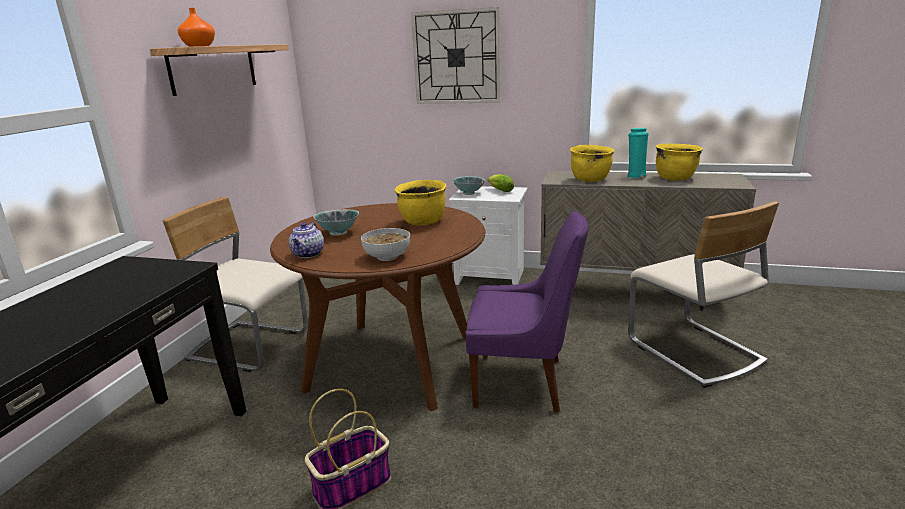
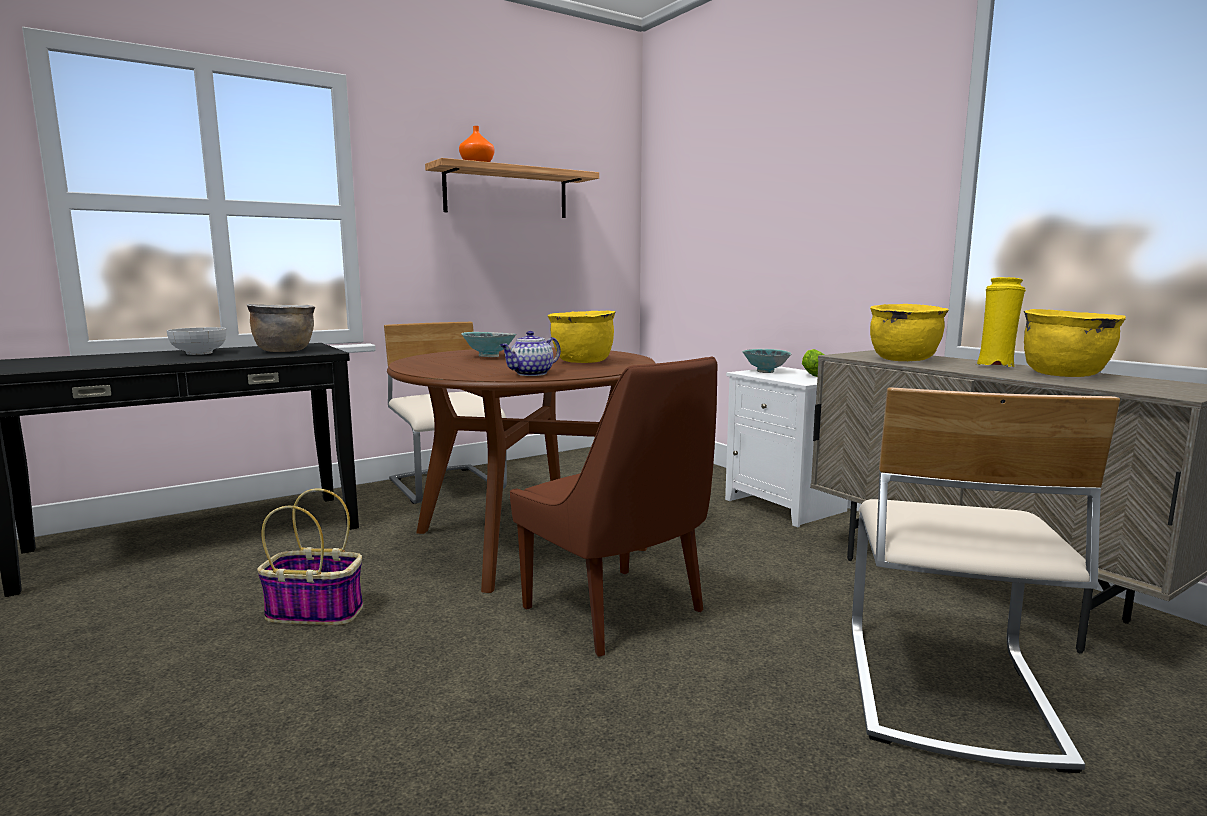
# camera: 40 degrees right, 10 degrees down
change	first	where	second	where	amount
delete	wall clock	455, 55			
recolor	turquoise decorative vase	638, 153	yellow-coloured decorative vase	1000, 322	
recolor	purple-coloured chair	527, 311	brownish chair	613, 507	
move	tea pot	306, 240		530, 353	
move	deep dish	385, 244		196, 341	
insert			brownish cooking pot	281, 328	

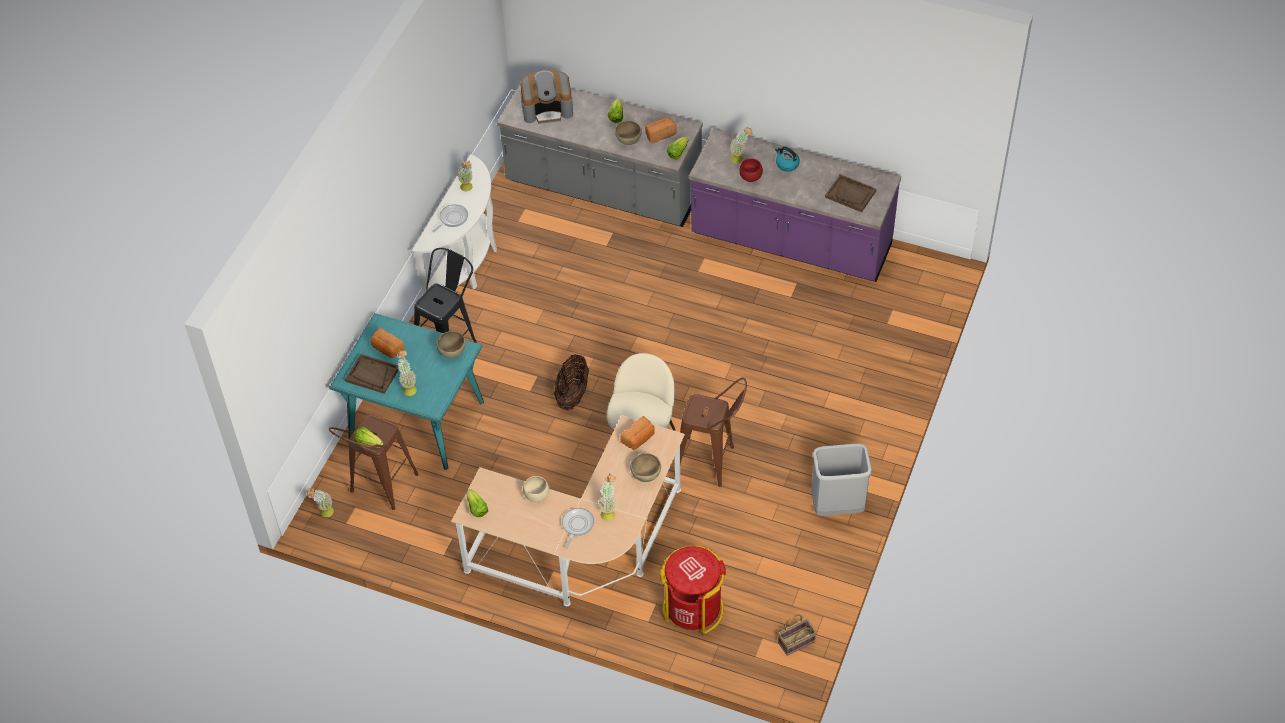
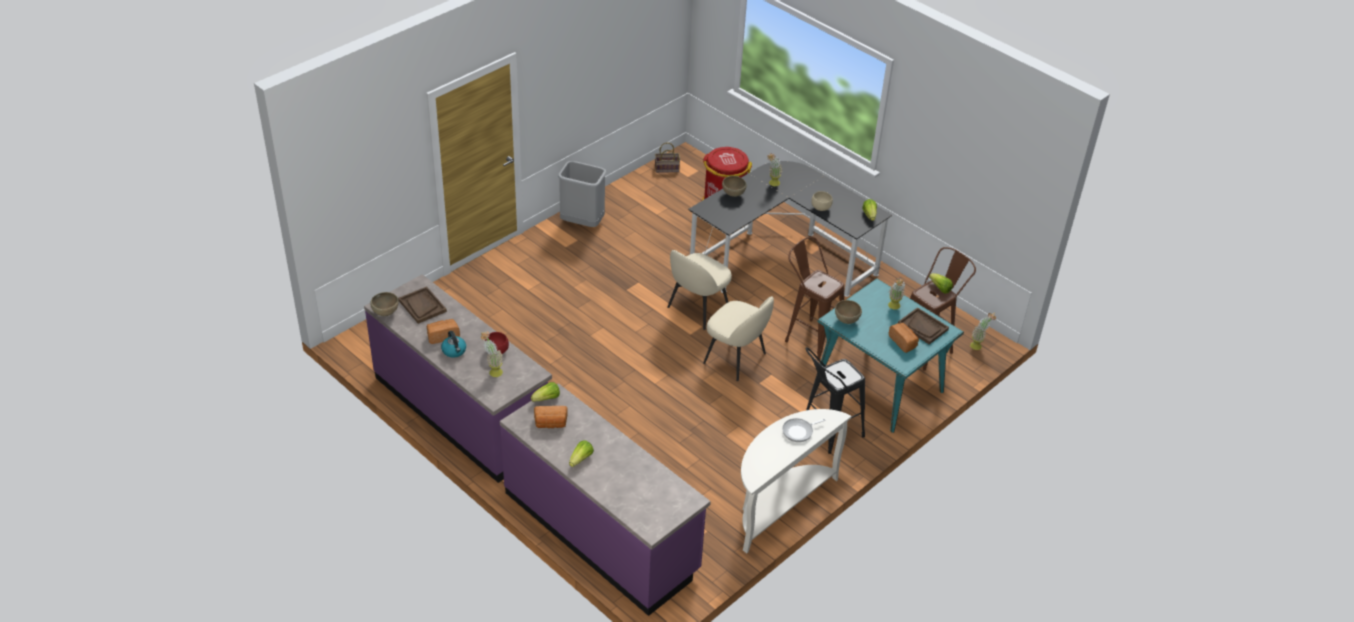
# camera: 160 degrees left, 10 degrees down
change	first	where	second	where	amount
delete	coffee brewer	546, 97			
recolor	grey kitchen counter	600, 156	purple-coloured kitchen counter	605, 499	
move	brownish deep dish	628, 133		384, 304	
delete	potted plant	465, 175			
replace	storage basket	571, 382	beige chair	738, 338	
move	brownish stool	710, 432		814, 298	
recolor	beige desk table	568, 510	black-coloured desk table	790, 229	
move	bread	637, 433		443, 331	
delete	frying pan	578, 528			

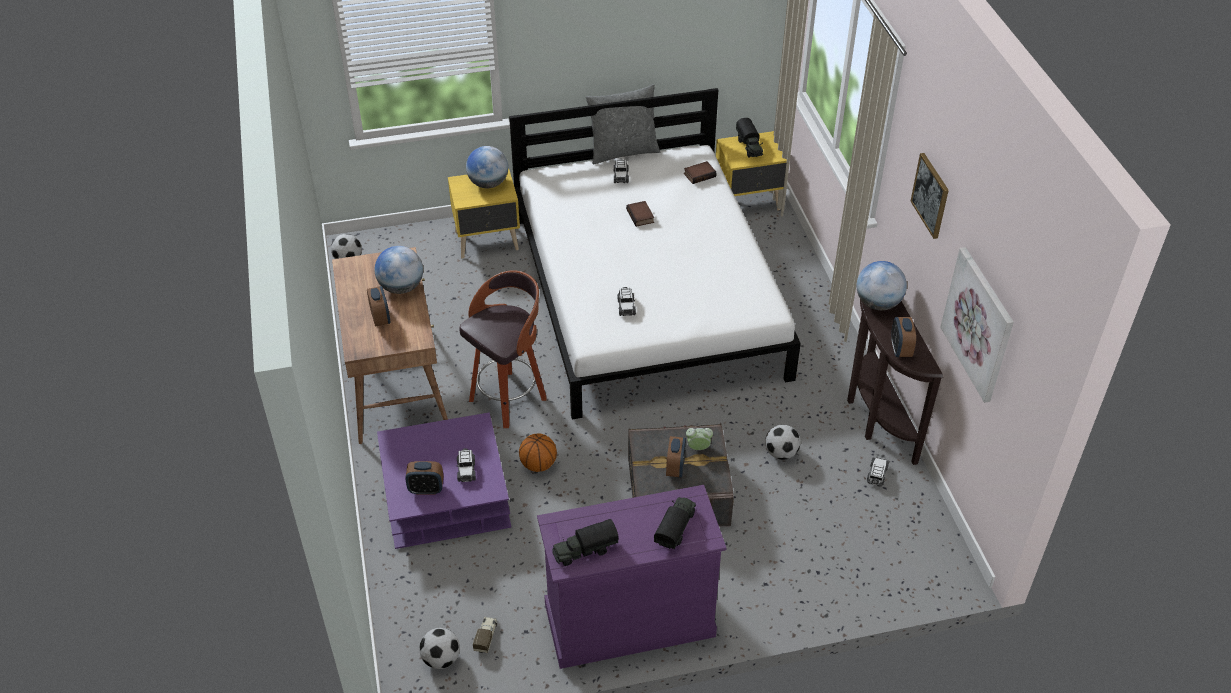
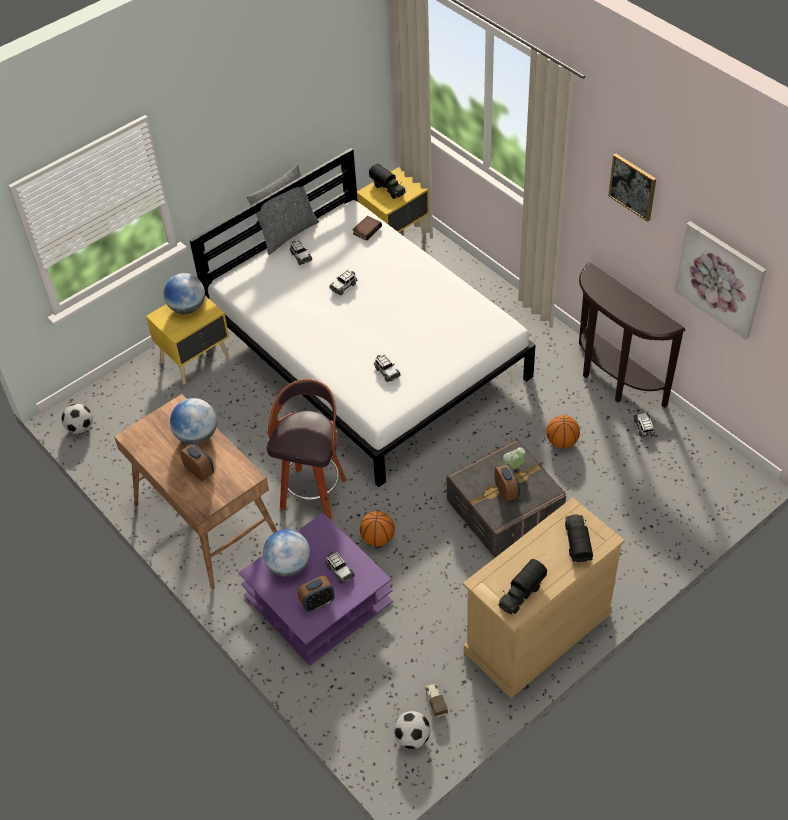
# camera: 25 degrees left, 5 degrees up
change	first	where	second	where	amount
replace	bound book	640, 214	miniature car	343, 282	
move	world globe	881, 285		286, 553	
delete	bedside clock	903, 337			
replace	ball for football	783, 442	ball for basketball	563, 431	
recolor	purple-coloured chest of drawers	632, 577	beige chest of drawers	543, 597	

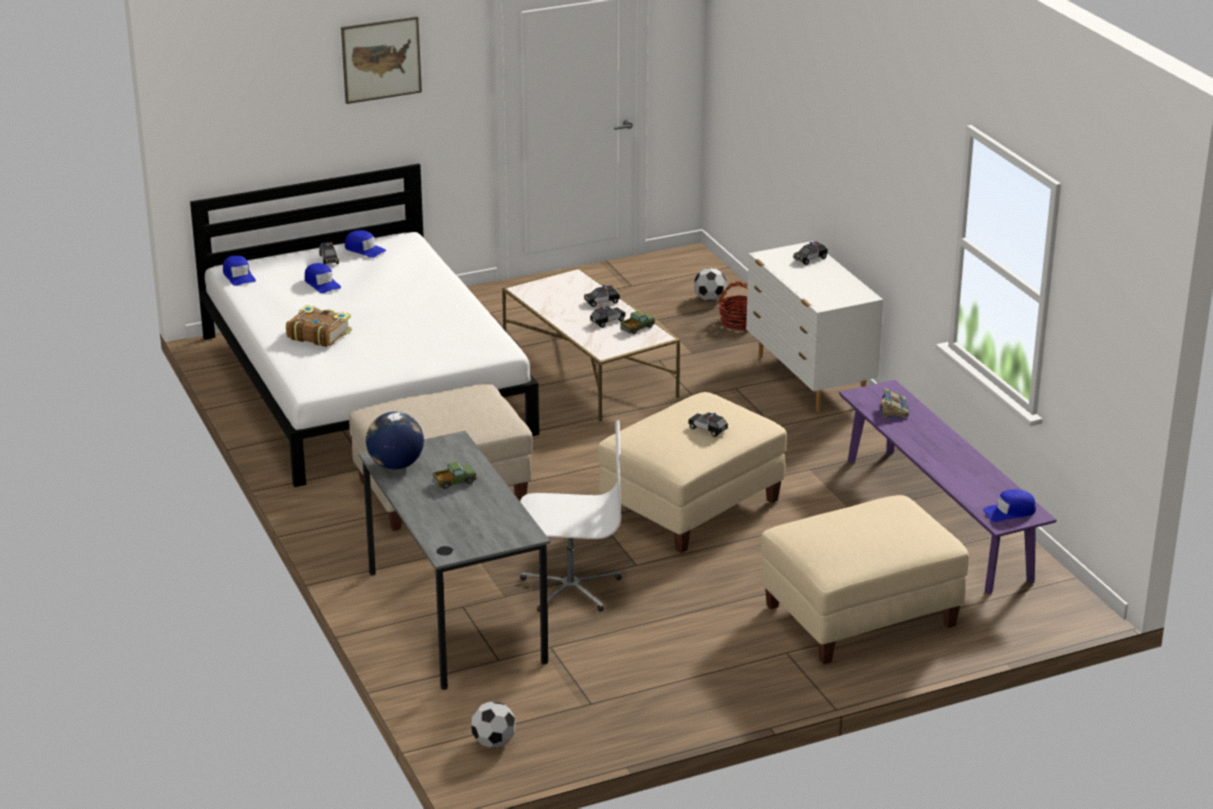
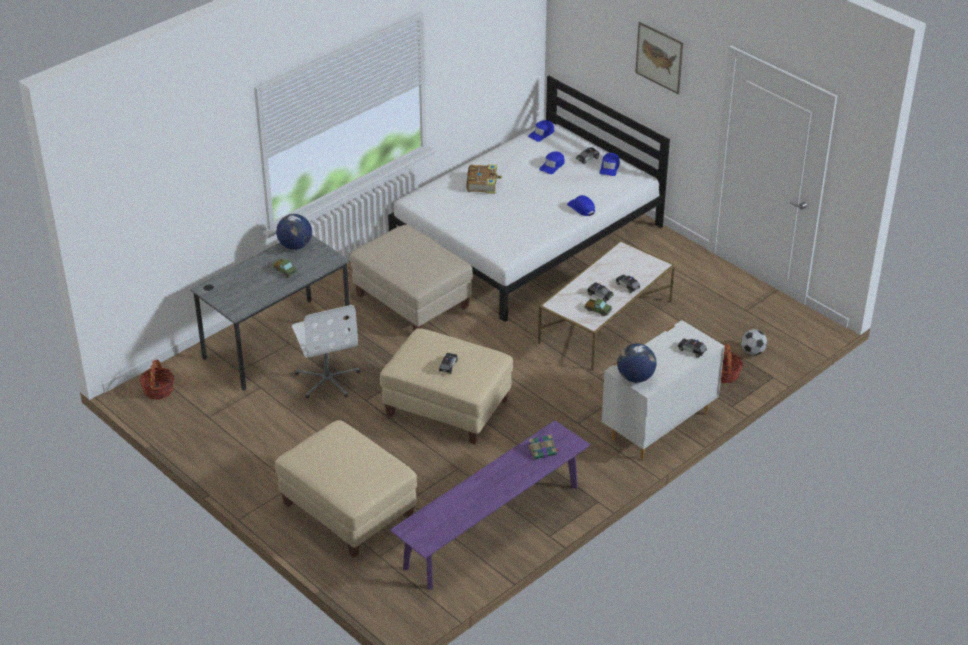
# camera: 70 degrees right, 10 degrees up
change	first	where	second	where	amount
move	blue baseball cap	1009, 505		581, 205	
replace	ball for football	493, 724	storage basket	156, 379	
insert			world globe	636, 363	

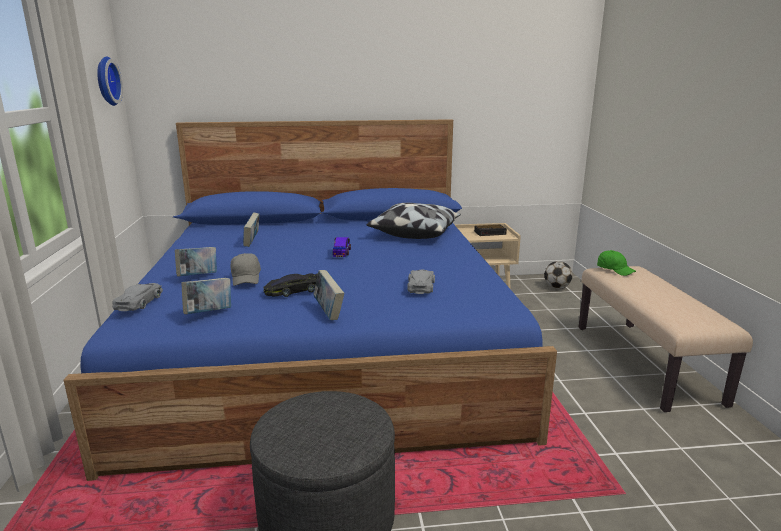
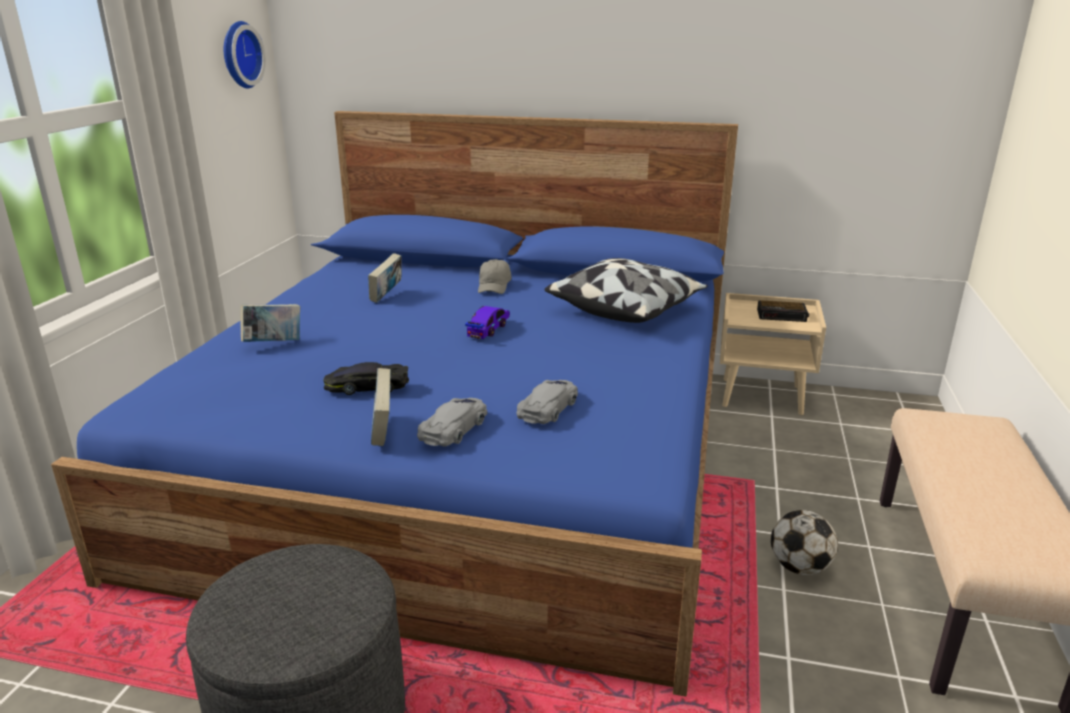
# camera: 20 degrees right, 5 degrees up
change	first	where	second	where	amount
delete	green baseball cap	616, 263			
move	grey baseball cap	246, 269		494, 276	
move	ball for football	558, 275		804, 542	
delete	bound book	206, 296			
move	grey miniature car	137, 297		452, 422	

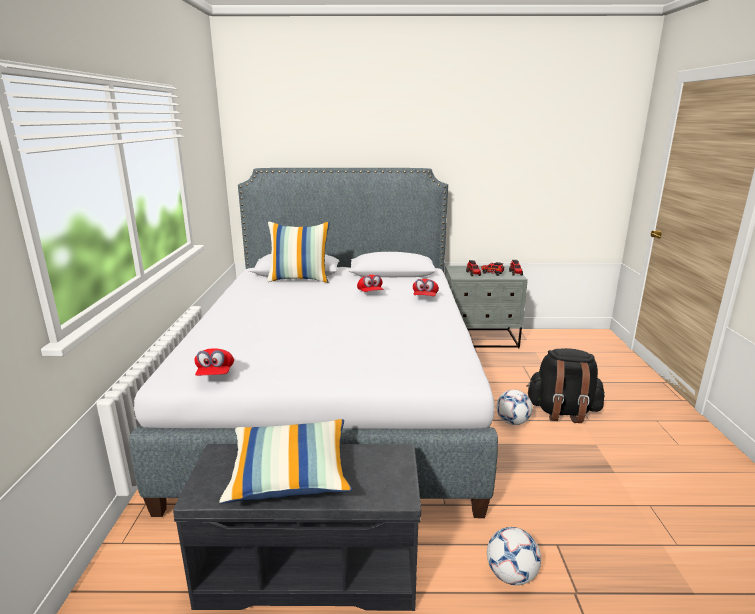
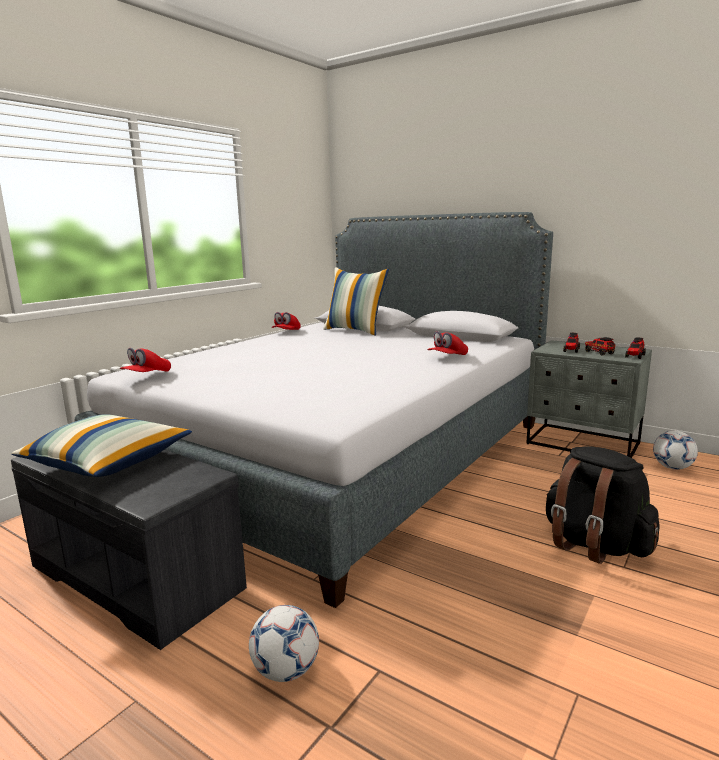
# camera: 35 degrees right, 5 degrees down
change	first	where	second	where	amount
move	red baseball cap	370, 283		286, 321	
move	ball for football	514, 407		675, 450	

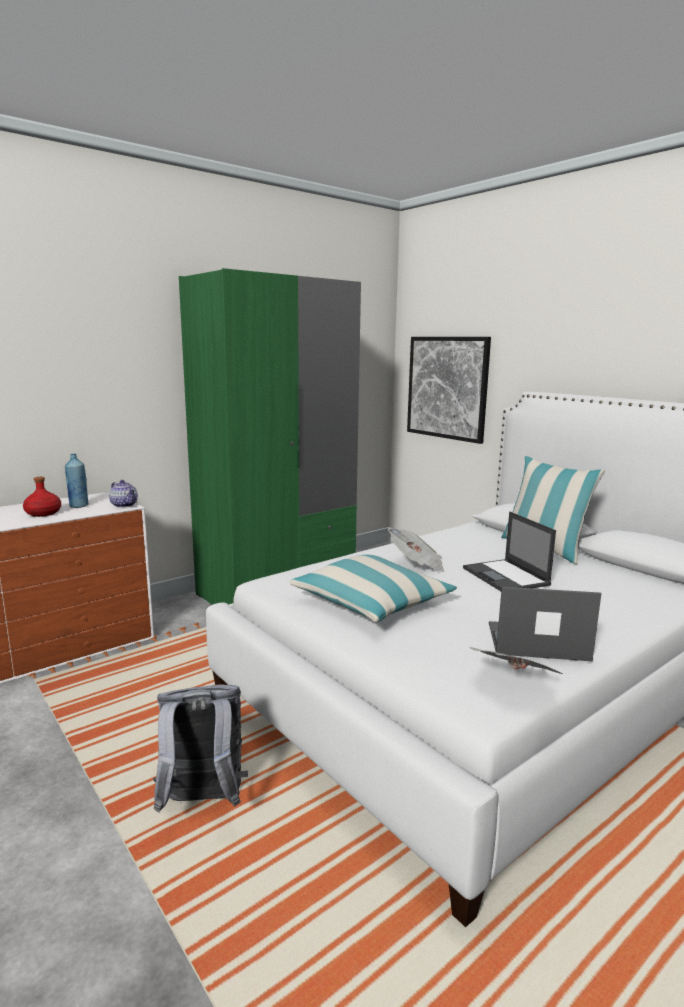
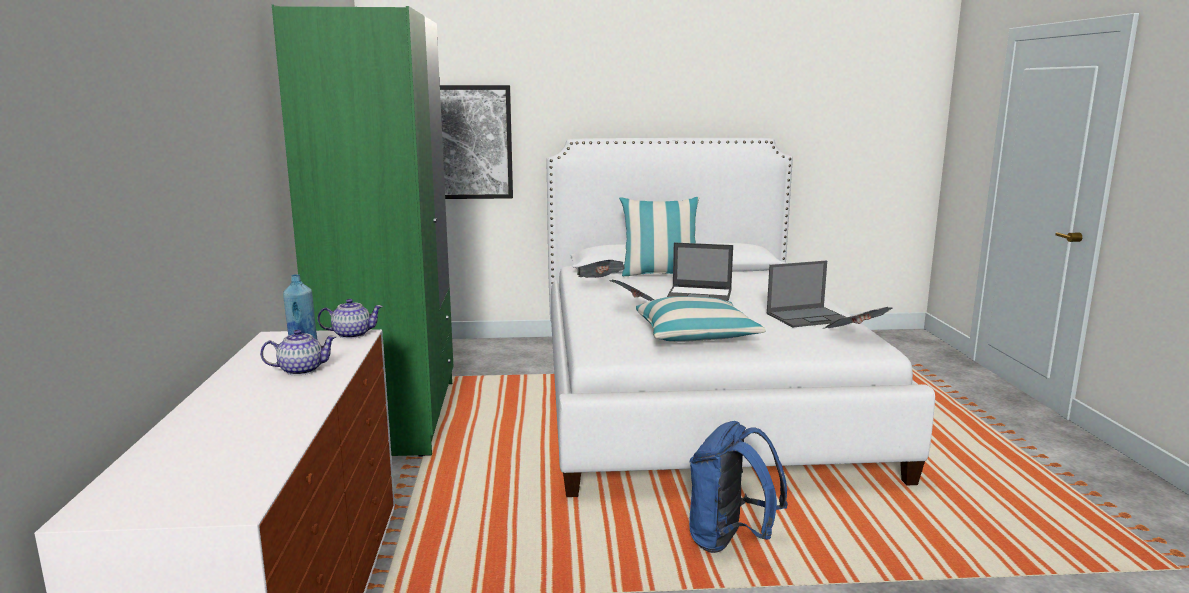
# camera: 55 degrees left, 0 degrees up
change	first	where	second	where	amount
replace	red beverage bottle	42, 497	tea pot	298, 353	
rotate	laptop	545, 624		806, 293	150 degrees counterclockwise
recolor	grey backpack	200, 748	blue backpack	738, 487	
insert			newspaper	601, 269	

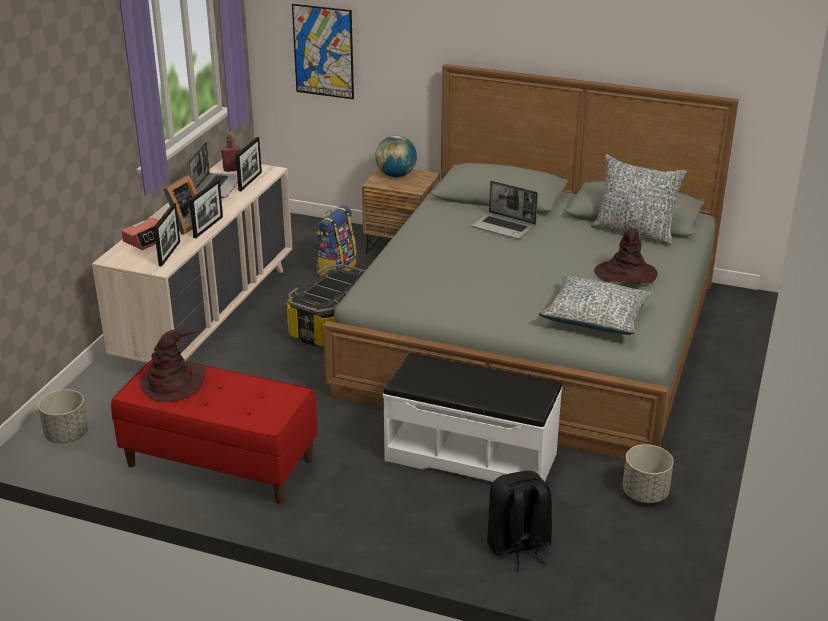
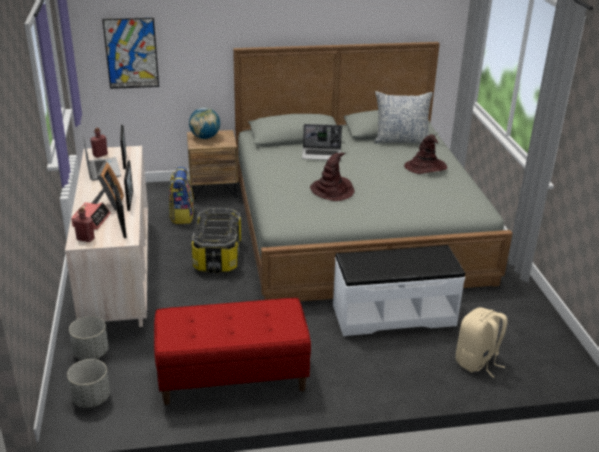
# camera: 30 degrees left, 0 degrees up
change	first	where	second	where	amount
delete	pillow	596, 305			
move	brownish clothing hat	173, 365		332, 177	
move	grey plant pot	648, 473		88, 338	
recolor	black-coloured backpack	519, 521	beige backpack	481, 342	
insert			red beverage bottle	84, 224	

